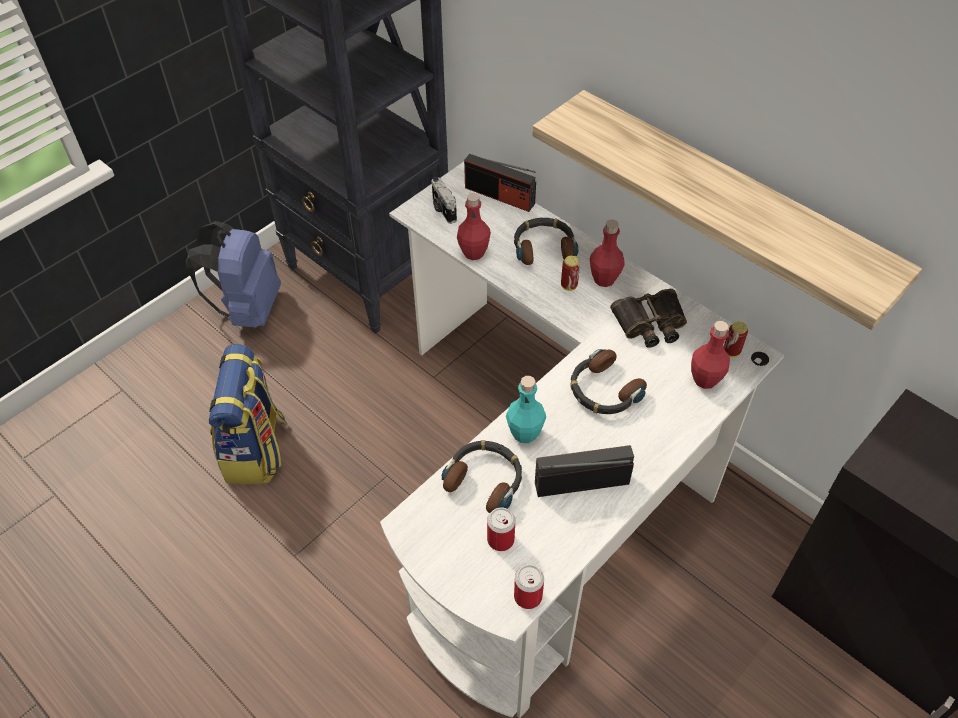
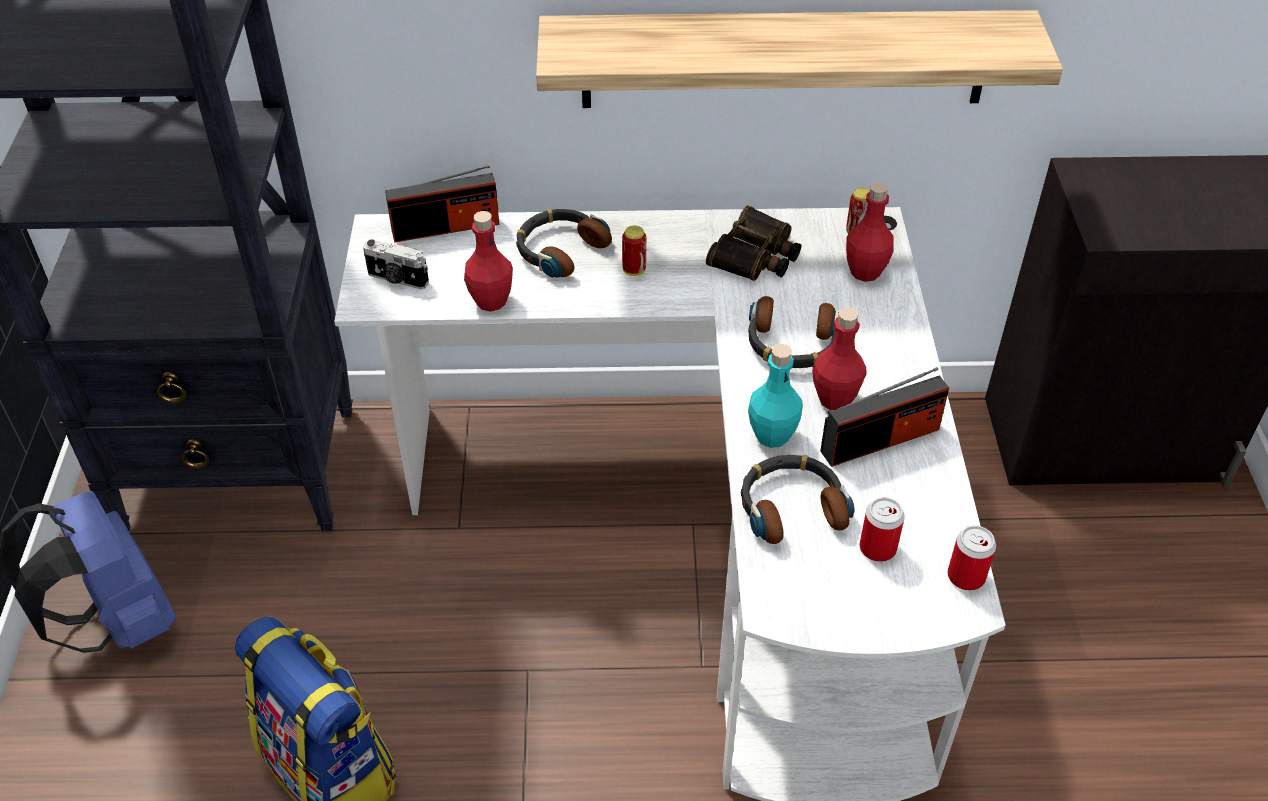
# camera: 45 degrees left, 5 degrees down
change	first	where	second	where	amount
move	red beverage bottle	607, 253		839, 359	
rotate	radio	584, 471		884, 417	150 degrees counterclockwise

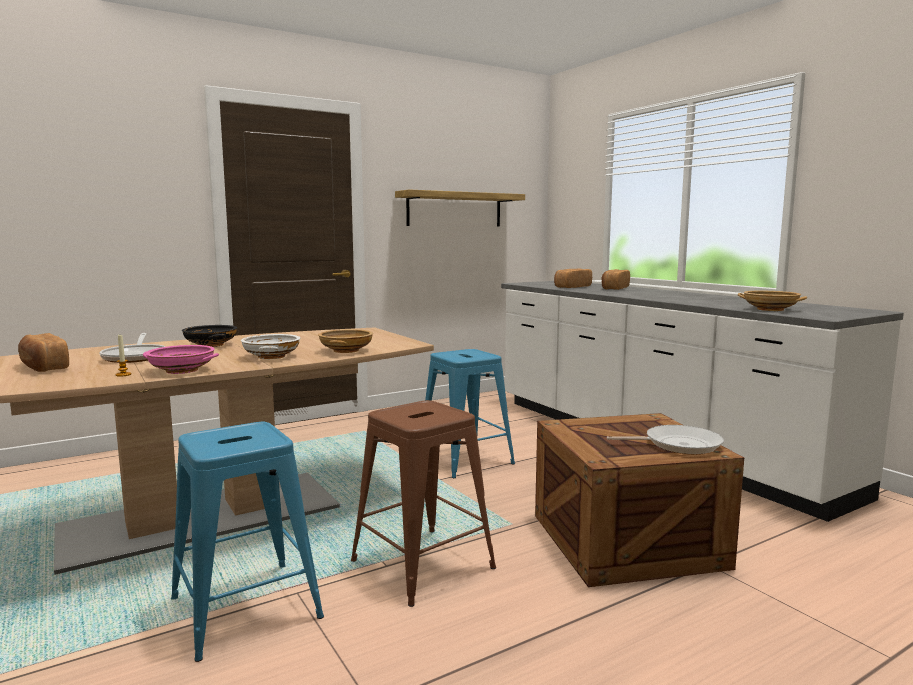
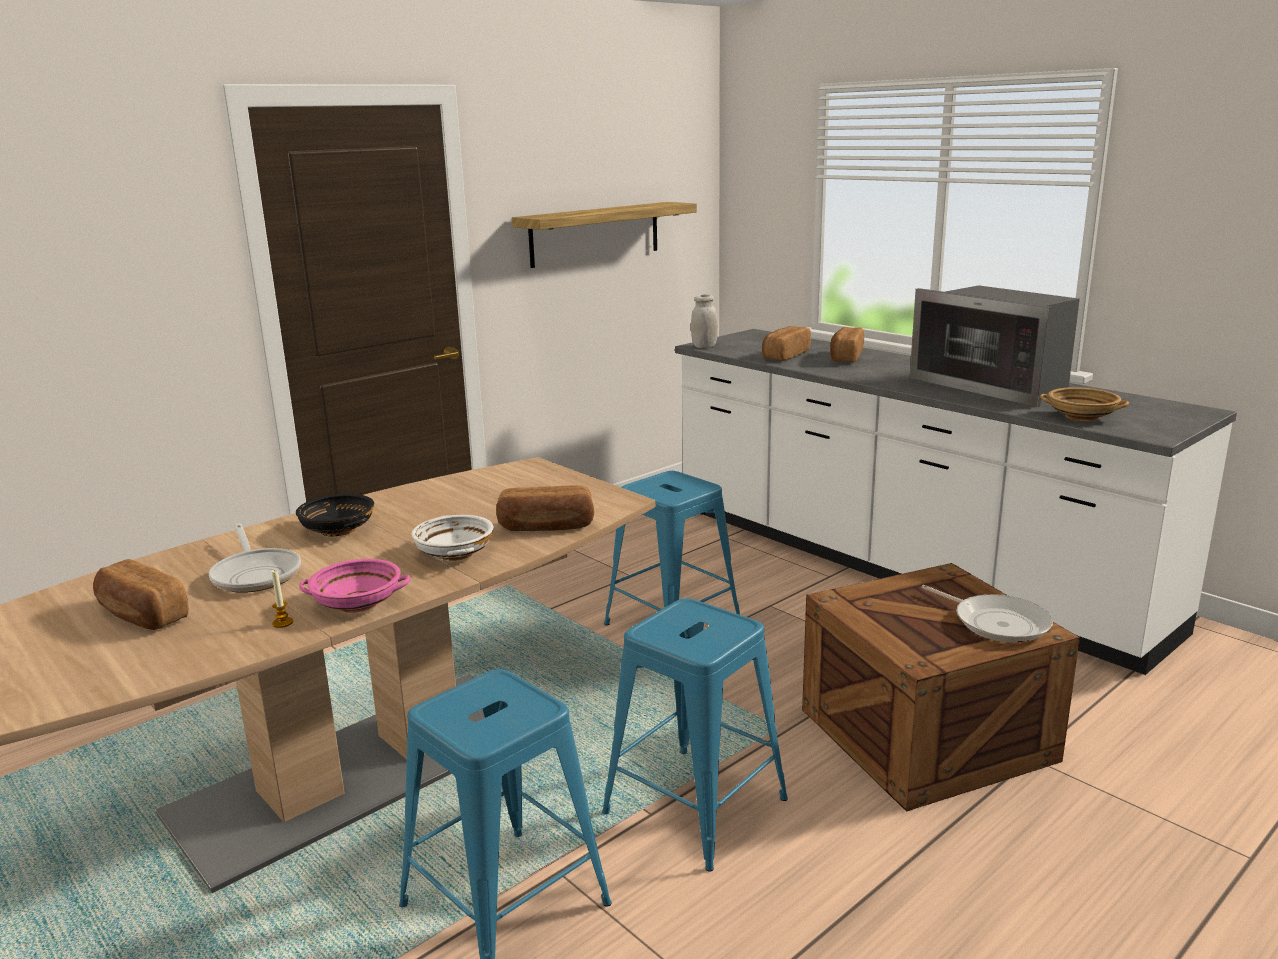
# camera: 10 degrees left, 10 degrees up
change	first	where	second	where	amount
replace	beige deep dish	345, 341	bread	545, 508	
recolor	brownish stool	423, 503	blue stool	695, 735	
rotate	frying pan	665, 439		987, 614	60 degrees clockwise
insert			microwave	995, 346	
insert			whitish jar	704, 321	

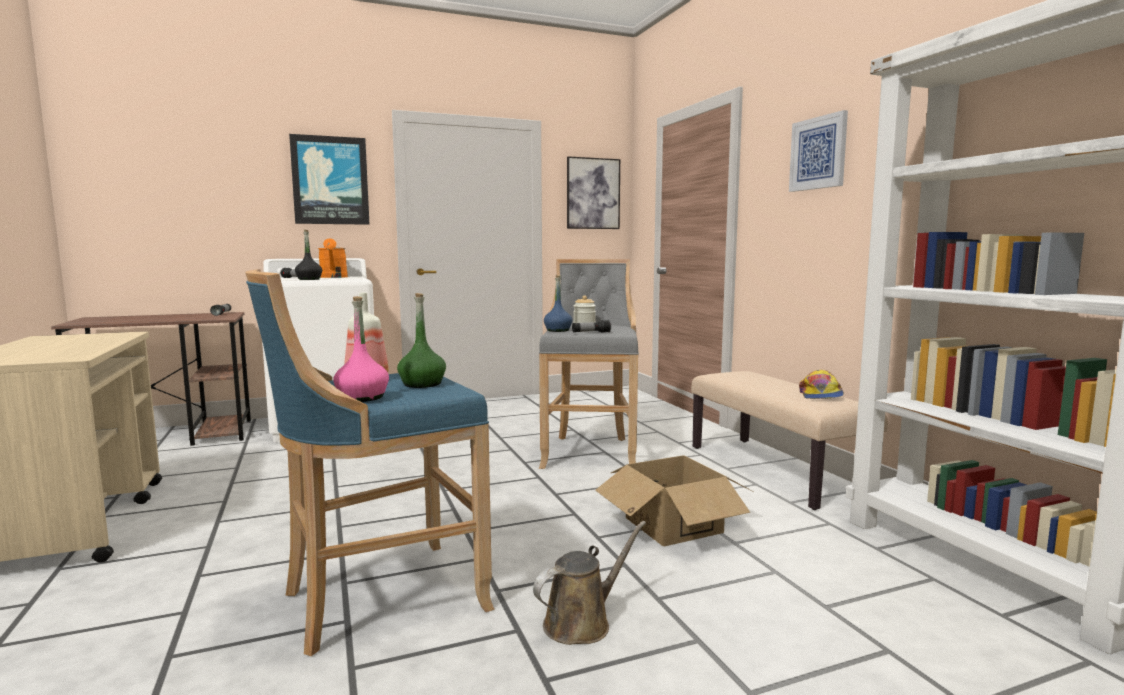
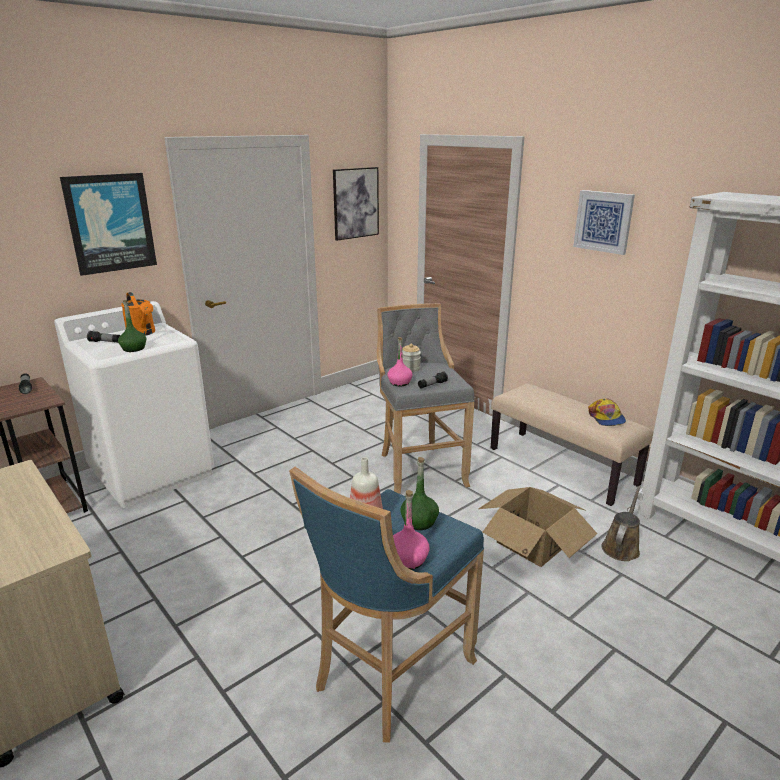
# camera: 20 degrees left, 15 degrees up
change	first	where	second	where	amount
recolor	black-coloured beverage bottle	308, 255	green beverage bottle	132, 326	
recolor	blue beverage bottle	558, 303	pinkish beverage bottle	400, 361	
move	brownish sprinkling can	589, 583		620, 523	

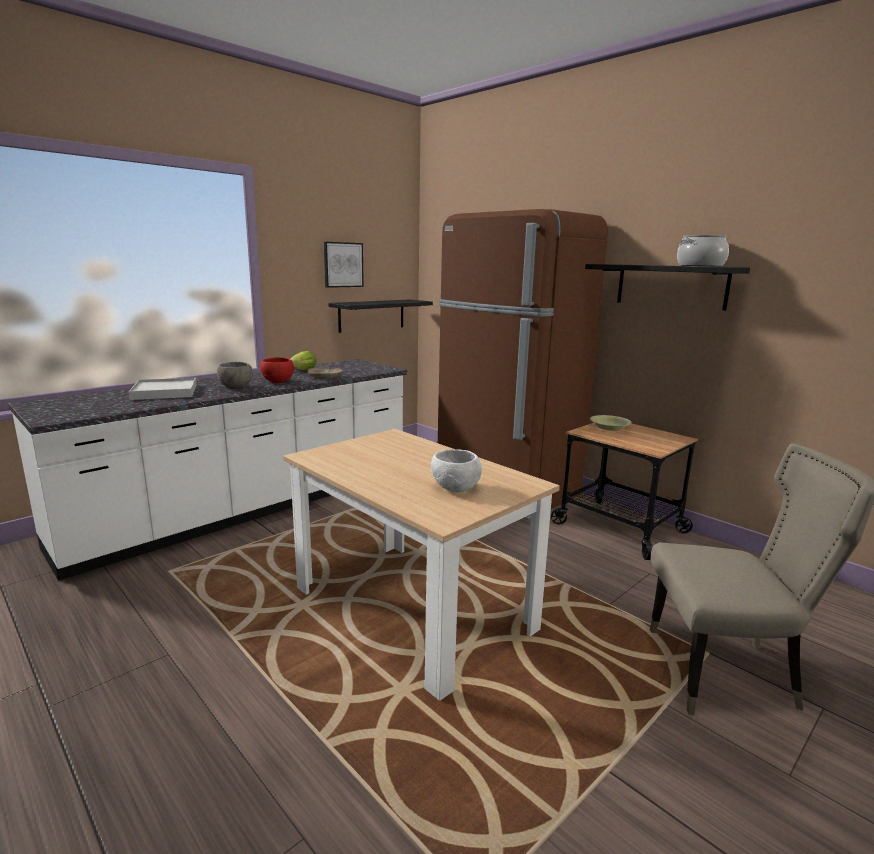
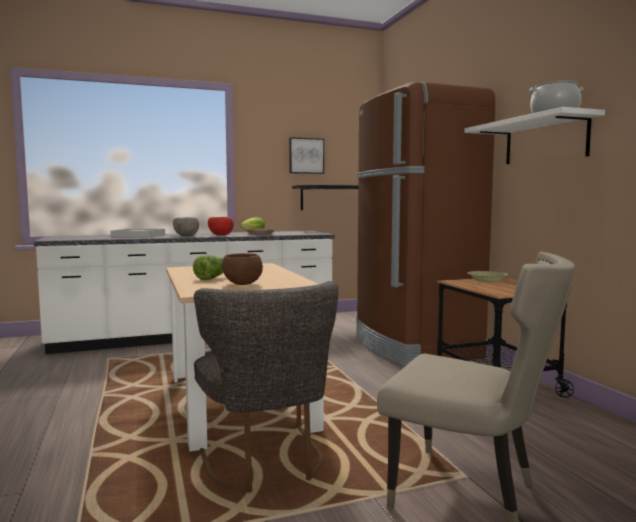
# camera: 25 degrees right, 10 degrees down
change	first	where	second	where	amount
recolor	black-coloured bracket shelf	667, 287	whitish bracket shelf	534, 135	
recolor	whitish deep dish	456, 470	brownish deep dish	242, 269	
insert			lettuce head	208, 267	
insert			grey chair	266, 387	

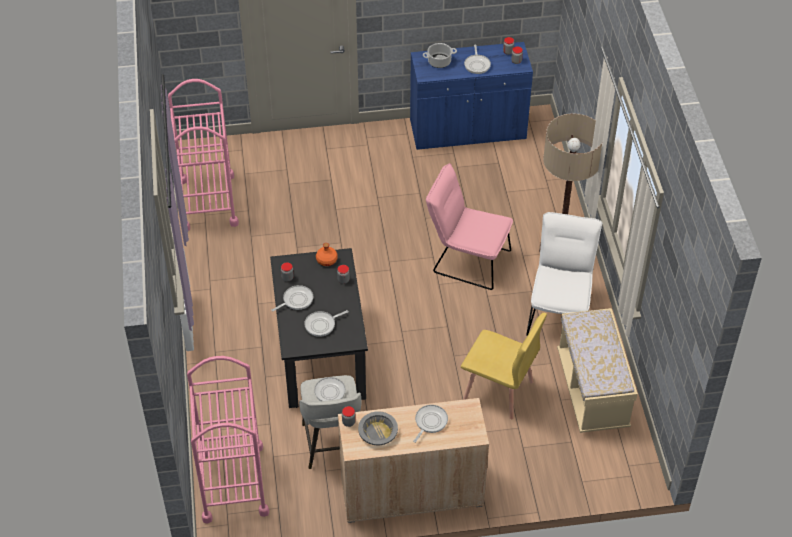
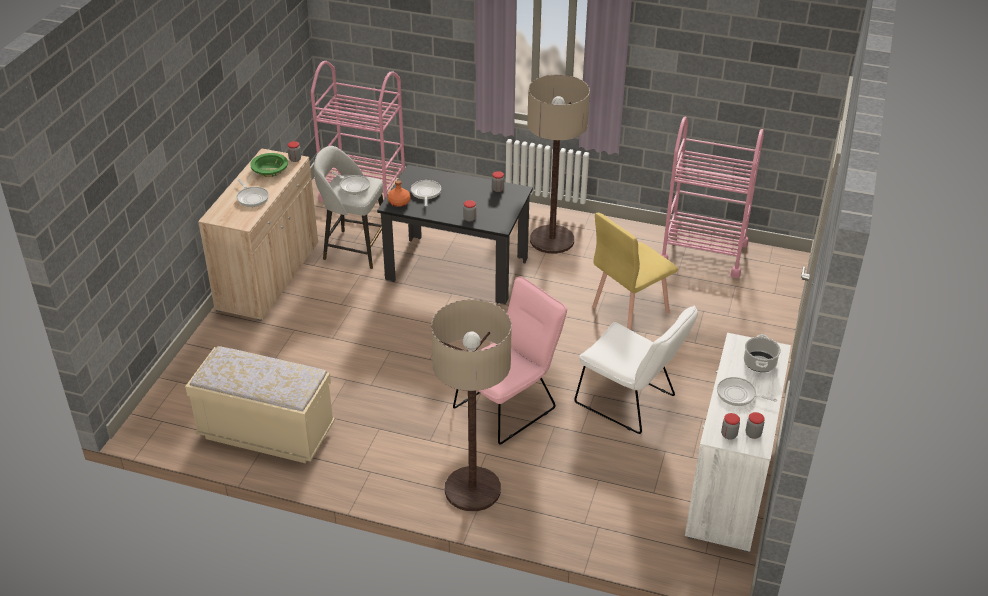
# camera: 115 degrees right, 10 degrees down
change	first	where	second	where	amount
recolor	blue cabinet	471, 96	whitish cabinet	738, 443	
move	whitish chair	564, 274		636, 369	
move	orange-coloured beverage bottle	327, 254		399, 193	
delete	frying pan	292, 298			
move	yellow-coloured chair	504, 366		635, 271	
recolor	grey deep dish	378, 428	green deep dish	269, 165	
insert			floor lamp	558, 164	

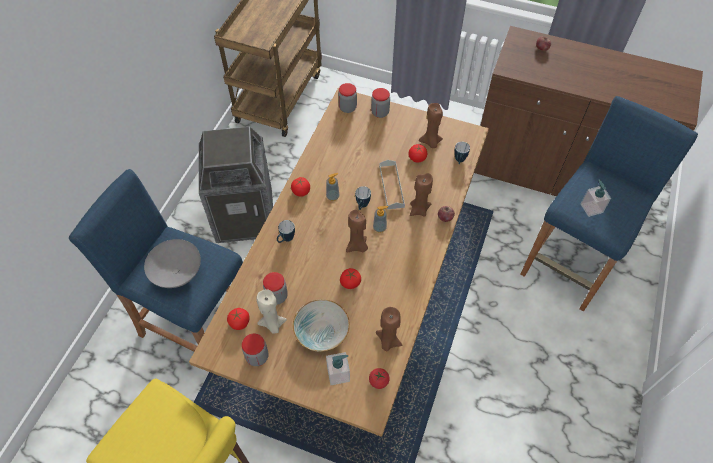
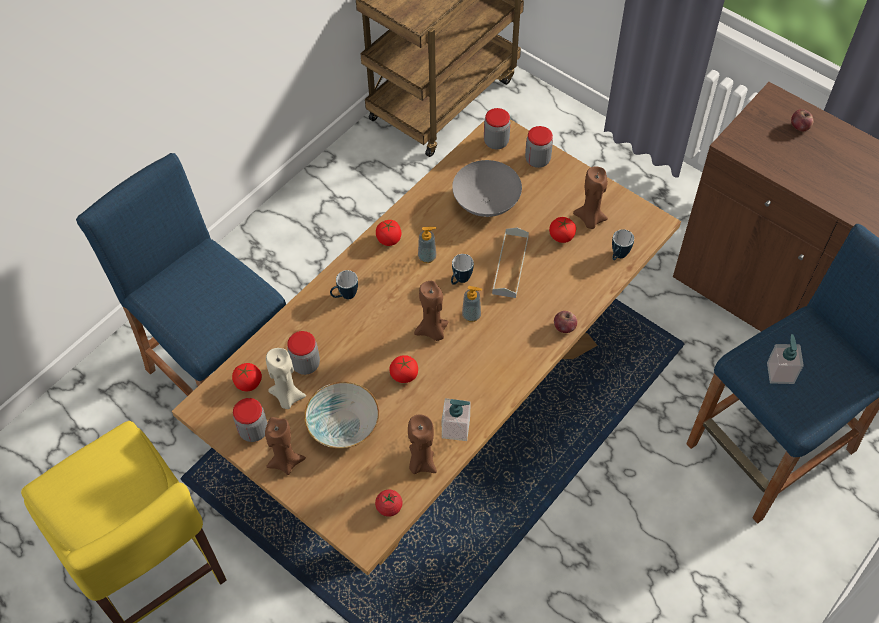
# camera: 20 degrees right, 0 degrees up
change	first	where	second	where	amount
delete	trash can	236, 185			
move	brownish candle	421, 195		285, 446	
move	grey deep dish	172, 263		487, 188	
move	liquid soap bottle	338, 368		456, 419	

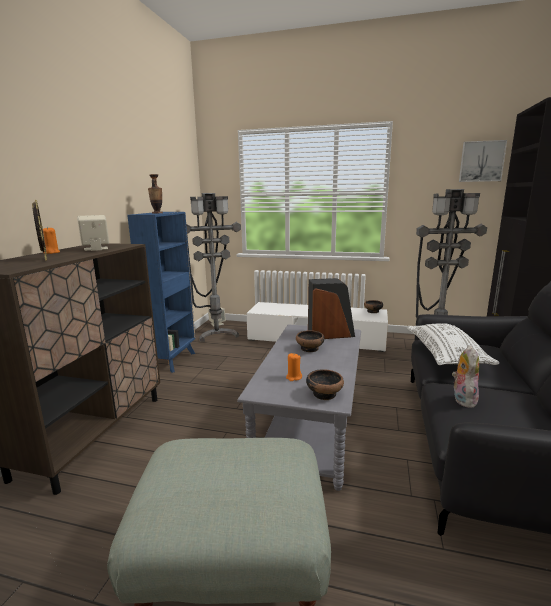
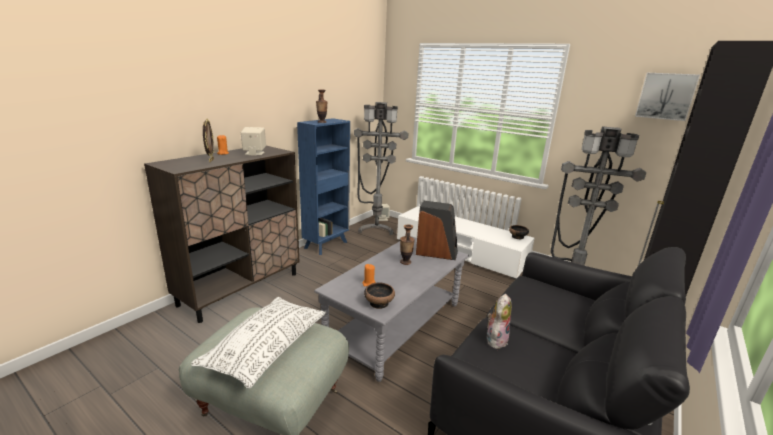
# camera: 20 degrees right, 5 degrees up
change	first	where	second	where	amount
move	whitish pillow	453, 344		258, 343	
replace	deep dish	310, 341	decorative vase	407, 244	

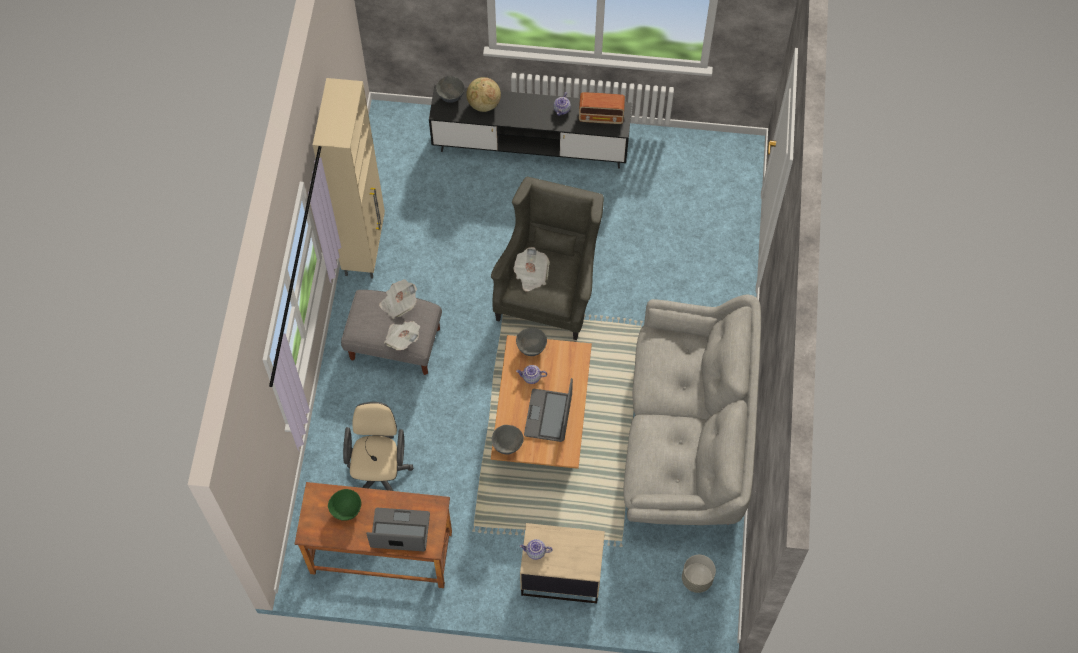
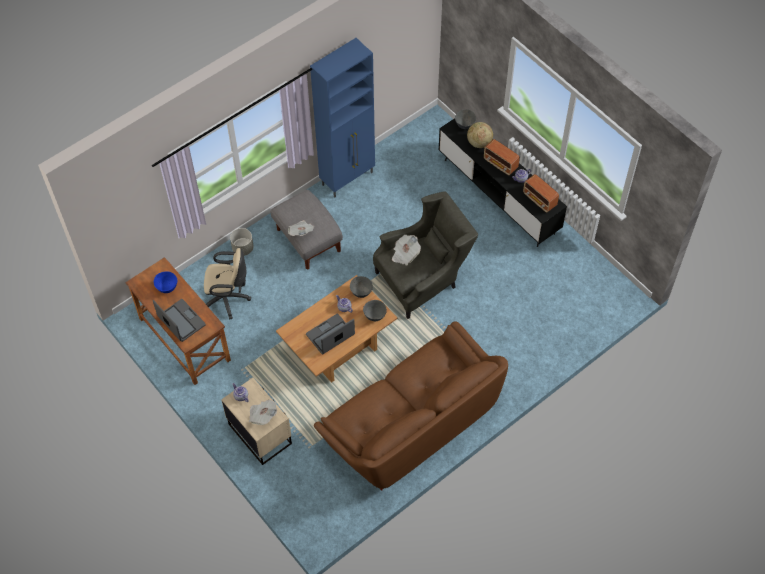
# camera: 45 degrees right, 5 degrees down
change	first	where	second	where	amount
recolor	beige cabinet	349, 178	blue cabinet	342, 117	
move	newspaper	398, 299		263, 412	
recolor	grey couch	692, 410	brownish couch	411, 406	
rotate	beige desk chair	378, 446		227, 284	45 degrees clockwise
move	grey deep dish	508, 439		375, 310	
recolor	green deep dish	344, 505	blue deep dish	165, 282	
move	grey plant pot	699, 574		242, 242	
insert			radio	502, 157	

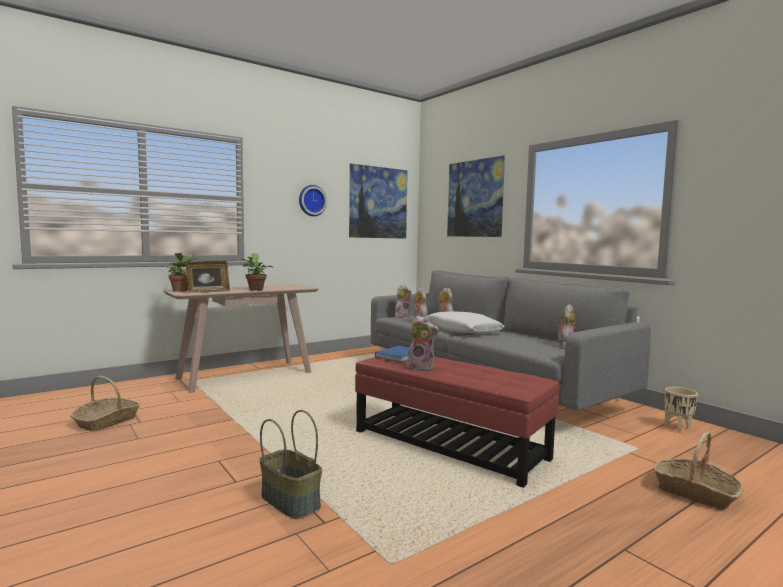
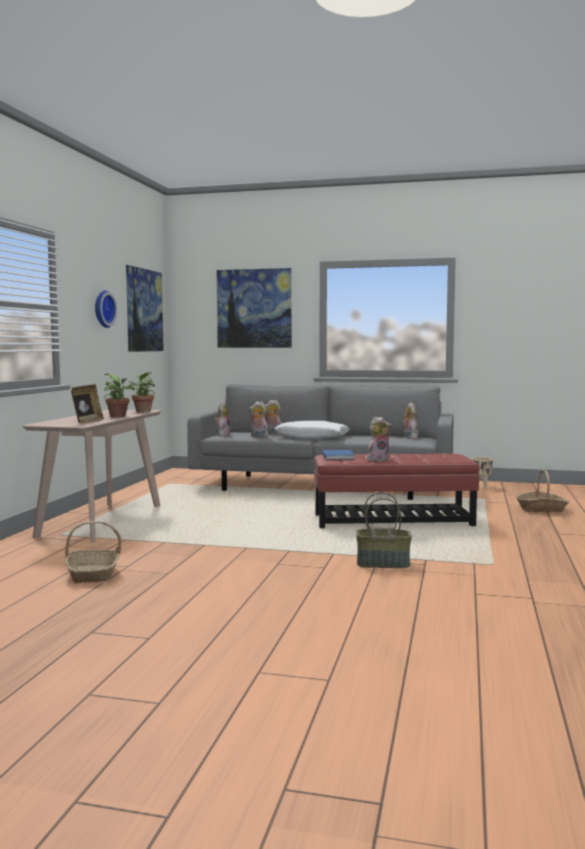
# camera: 40 degrees left, 0 degrees up
change	first	where	second	where	amount
move	potted plant	180, 272		139, 392	

